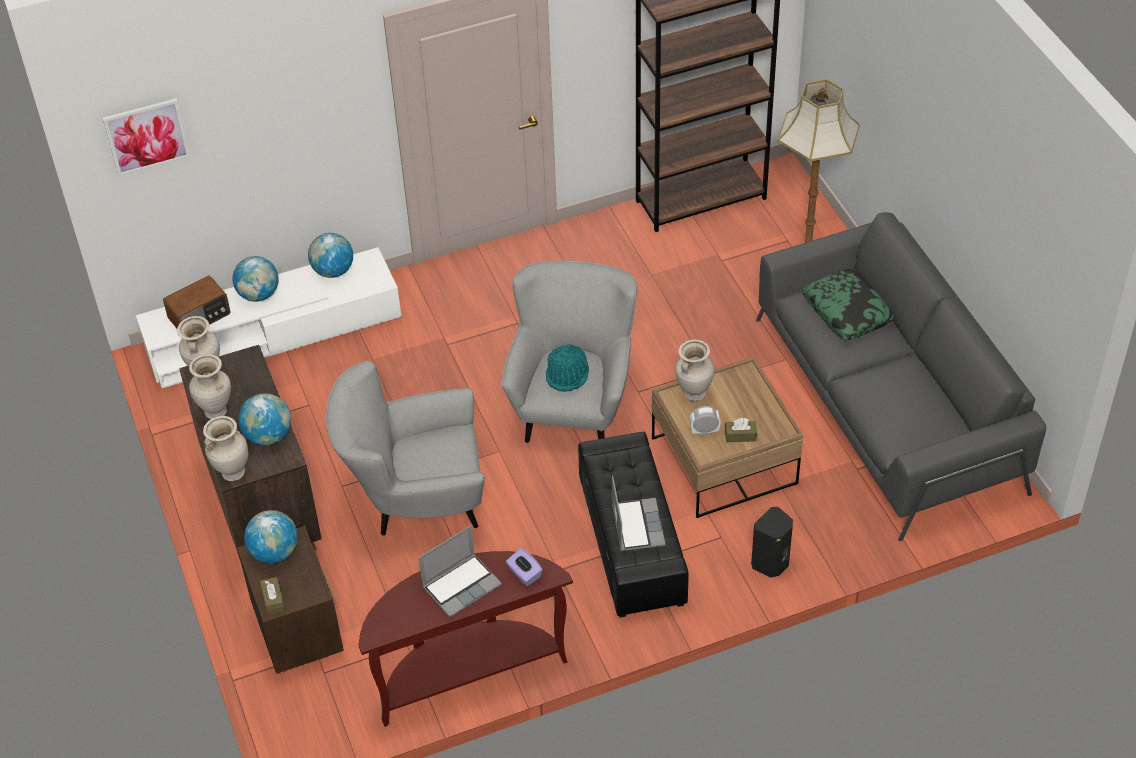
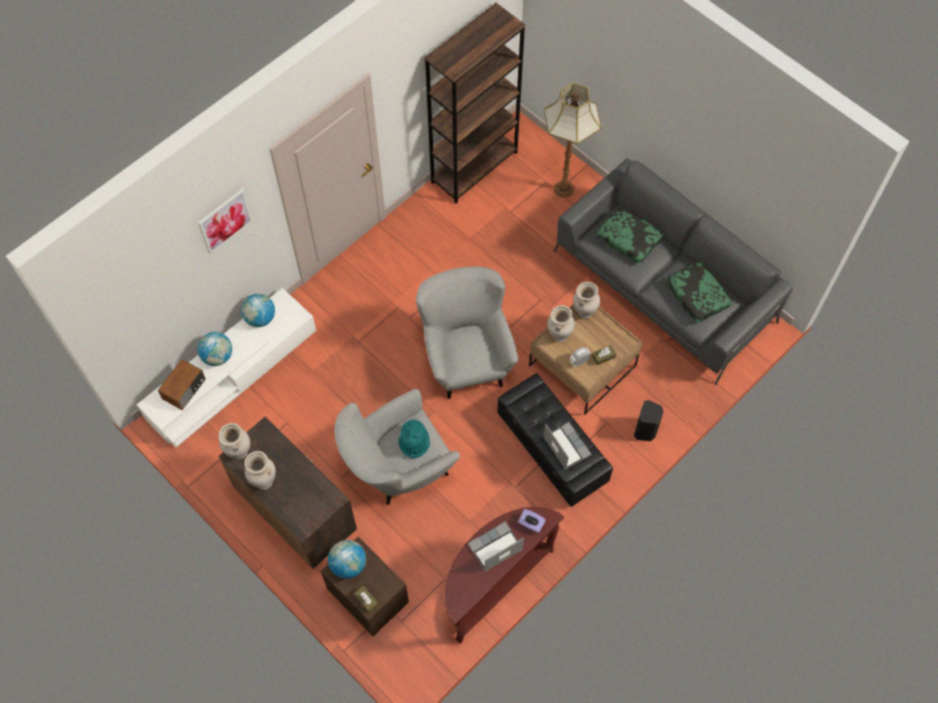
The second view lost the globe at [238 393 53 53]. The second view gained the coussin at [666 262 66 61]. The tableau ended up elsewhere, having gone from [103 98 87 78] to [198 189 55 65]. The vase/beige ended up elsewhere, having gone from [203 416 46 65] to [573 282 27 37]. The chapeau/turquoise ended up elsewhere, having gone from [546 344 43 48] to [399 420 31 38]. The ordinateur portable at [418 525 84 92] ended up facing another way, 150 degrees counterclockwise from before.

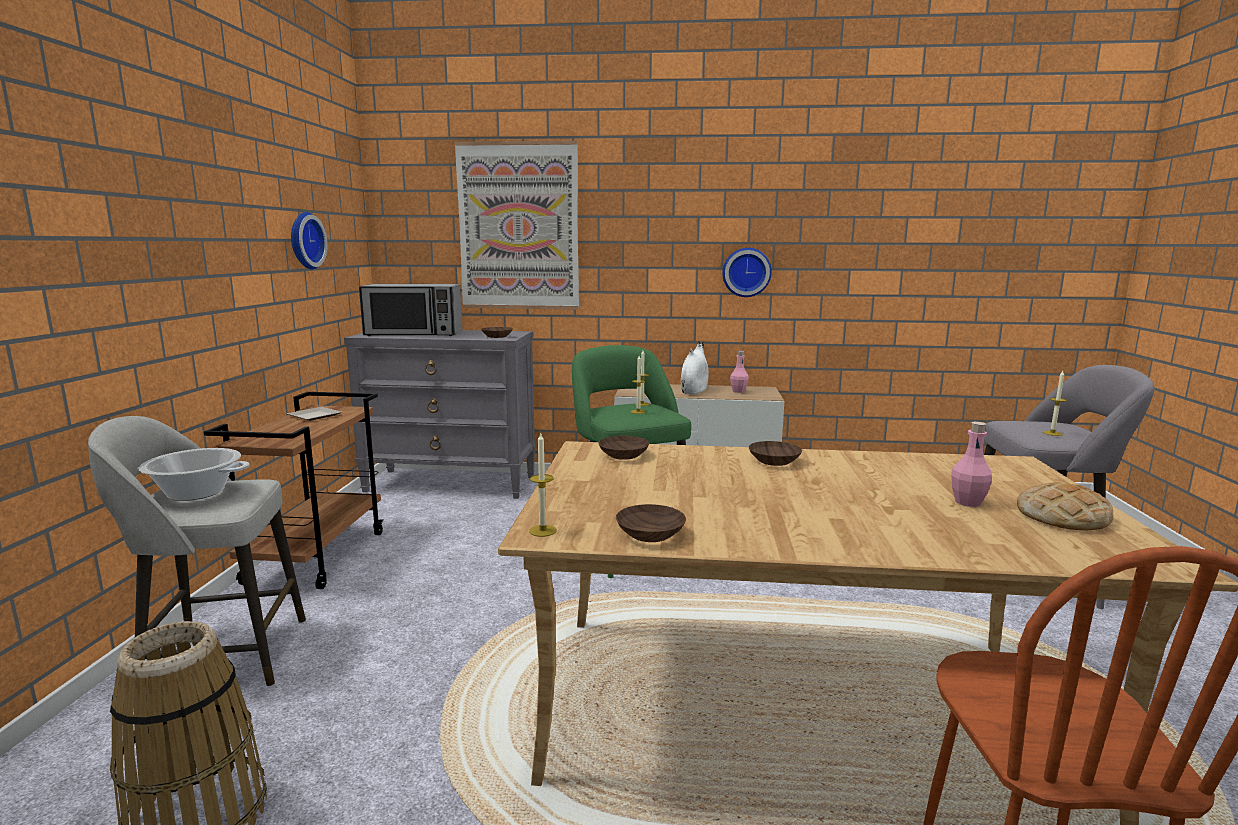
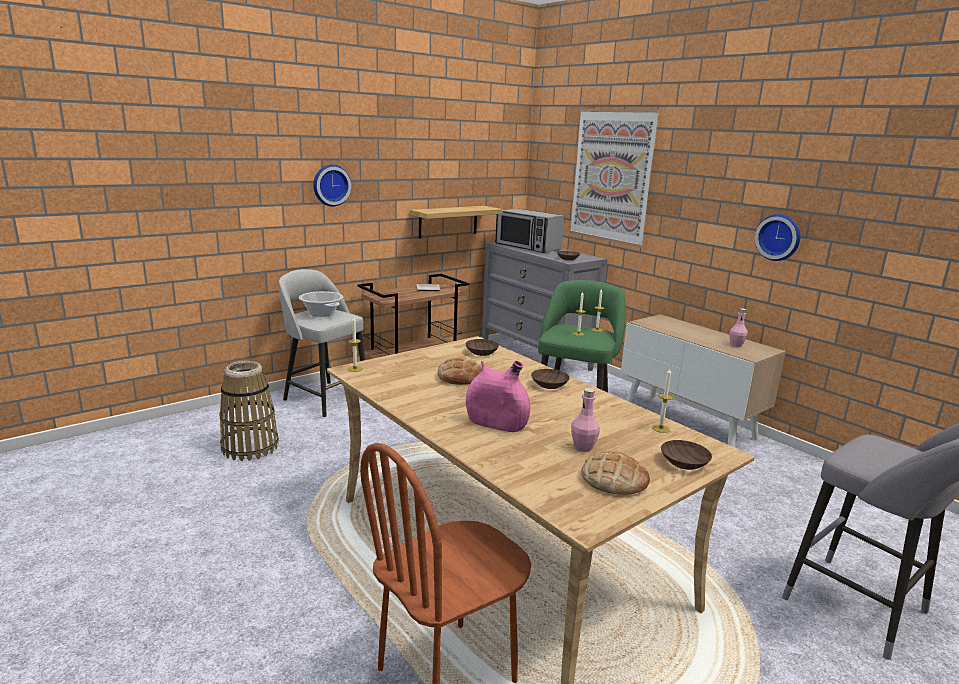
The second view lost the vase/blanc at [681 341 28 53]. The second view gained the étagère at [410 206 93 33]. The second view gained the pain at [437 357 45 28]. The second view gained the vase/rose at [466 361 64 71]. The horloge murale ended up elsewhere, having gone from [291 212 37 57] to [313 165 38 42]. The bol/marron ended up elsewhere, having gone from [616 504 70 38] to [661 440 51 30]. The bougie ended up elsewhere, having gone from [1043 371 24 65] to [652 369 22 64].

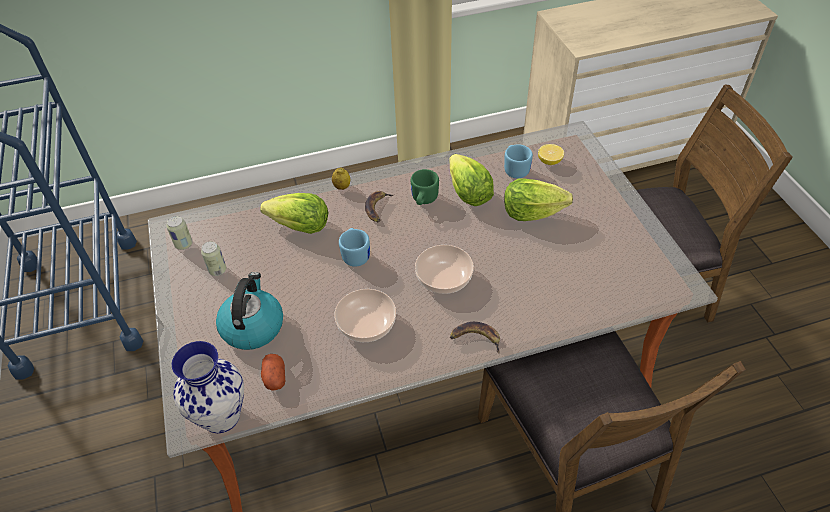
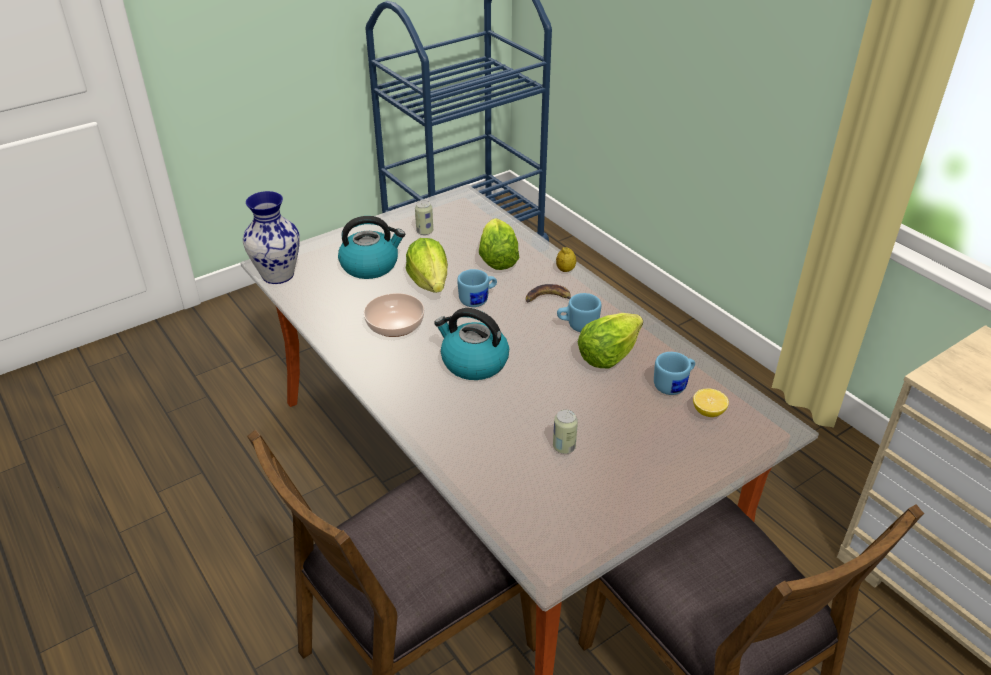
The second view lost the pomme de terre at [261 354 24 37]. The second view lost the banane at [450 322 50 32]. The boîte métallique ended up elsewhere, having gone from [166 216 27 34] to [553 410 25 44]. The laitue ended up elsewhere, having gone from [504 179 69 42] to [406 238 42 55]. Where the bol stood at [415 245 59 49], the bouilloire came to stand at [434 308 75 72]. What was the mug/vert at [411 169 28 36] turned into the mug/bleu at [557 293 44 39].

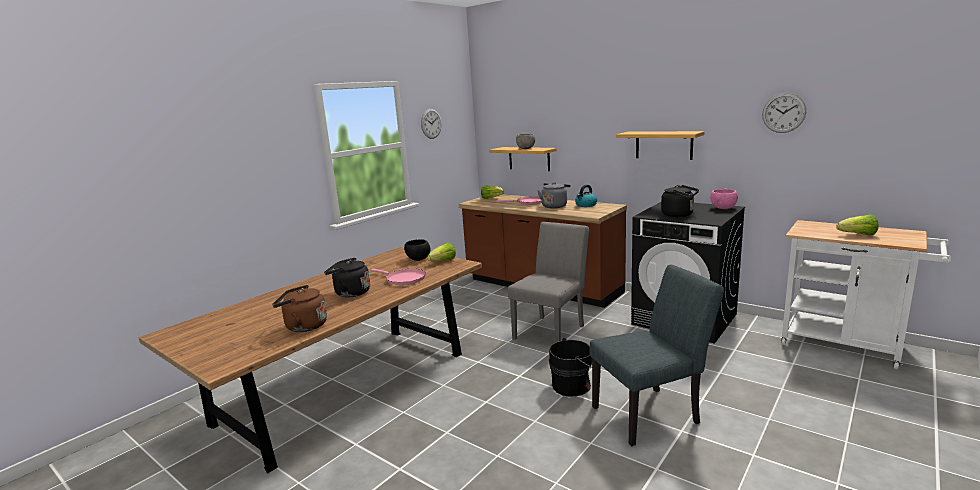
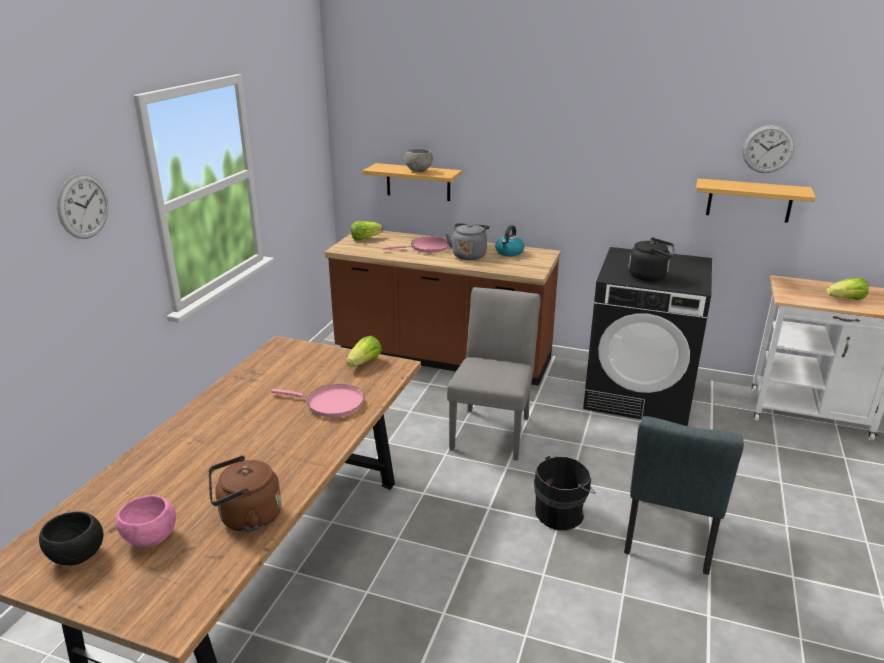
The second view lost the bouilloire/noir at [324 257 46 40]. The bol/noir ended up elsewhere, having gone from [404 239 26 22] to [39 511 64 54]. The horloge murale ended up elsewhere, having gone from [421 109 21 30] to [57 174 52 65]. The étagère ended up elsewhere, having gone from [616 131 89 29] to [696 178 120 45]. The bol/rose ended up elsewhere, having gone from [710 189 28 20] to [116 495 60 52]. The chaise/gris at [590 265 134 181] ended up facing another way, 150 degrees clockwise from before.

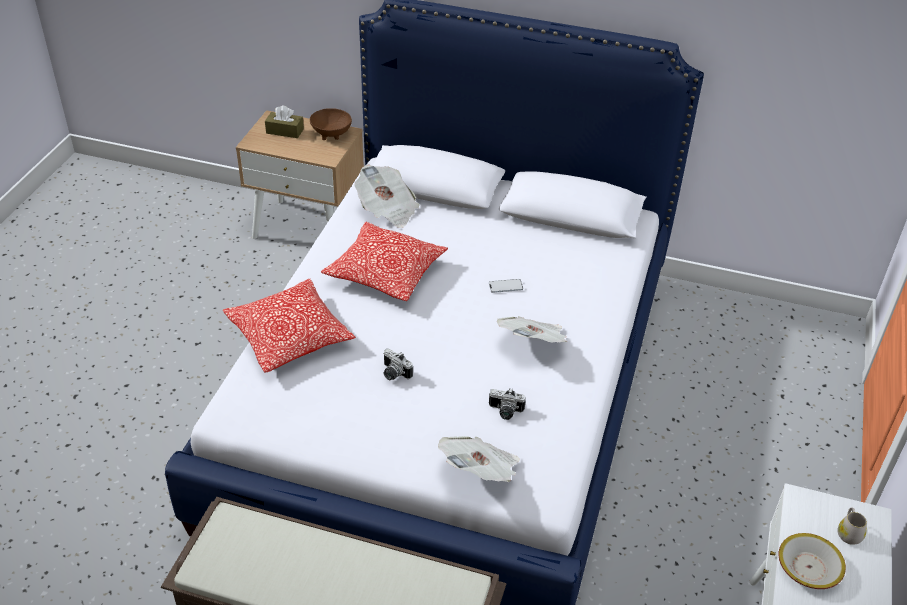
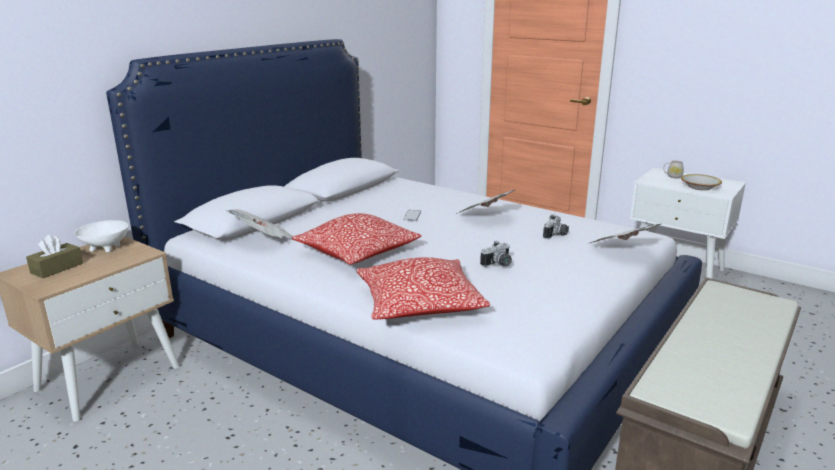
What was the bol/marron at [310 108 42 32] turned into the bol/blanc at [75 220 53 32].

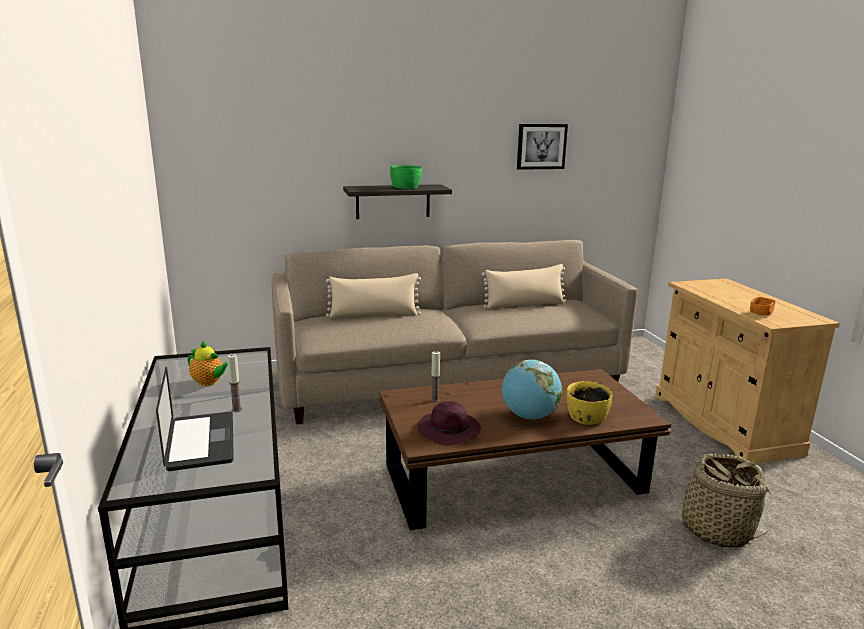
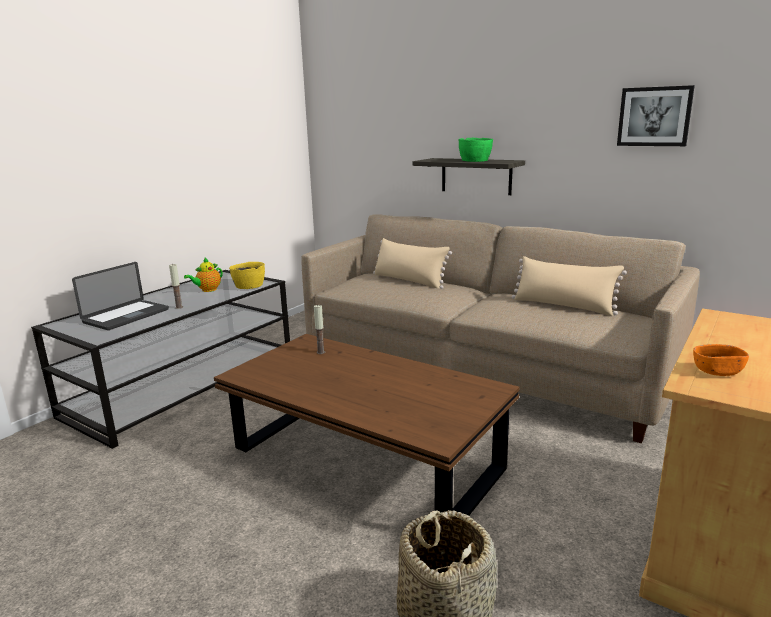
The second view lost the chapeau/violet at [417 401 64 44]. The second view lost the globe at [502 359 60 60]. The bol/jaune ended up elsewhere, having gone from [567 381 46 44] to [229 262 36 27]. The théière at [187 341 41 45] ended up facing another way, 60 degrees clockwise from before.

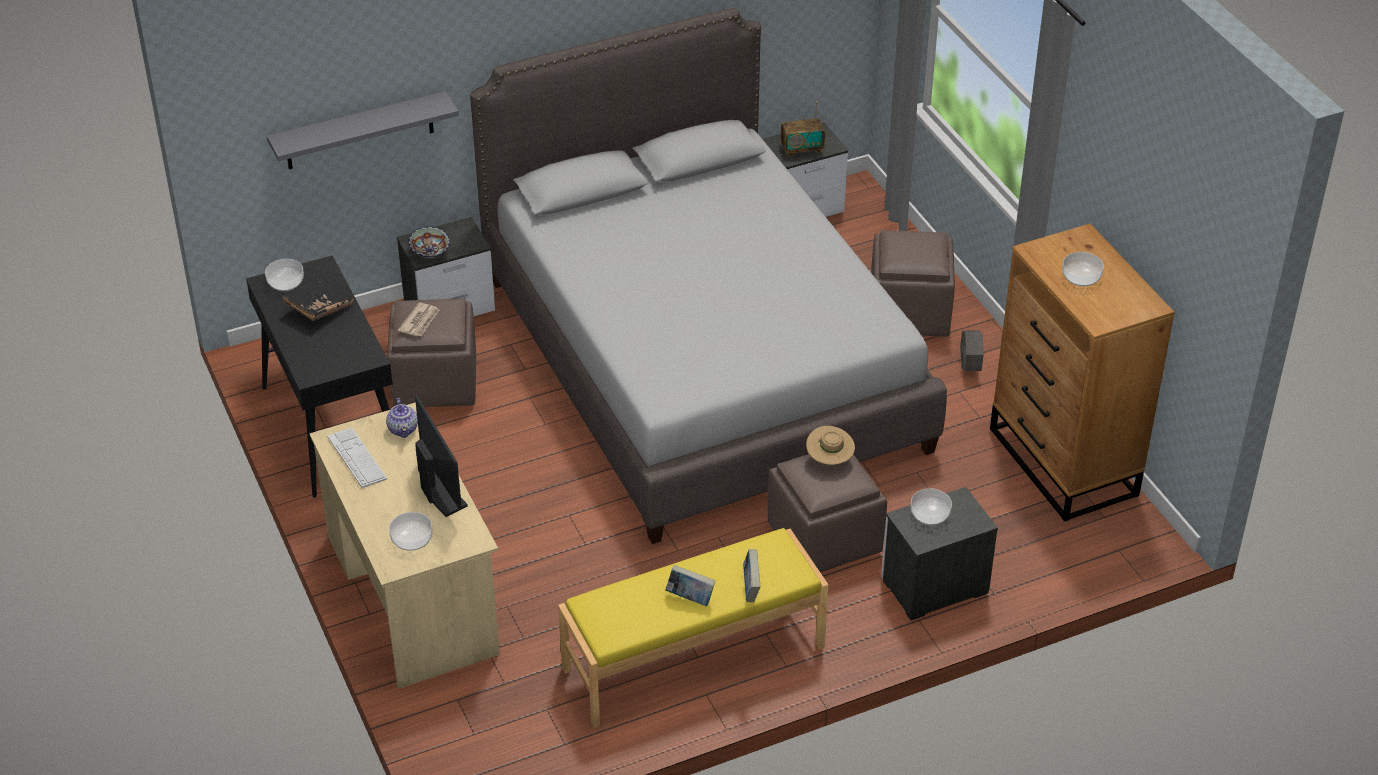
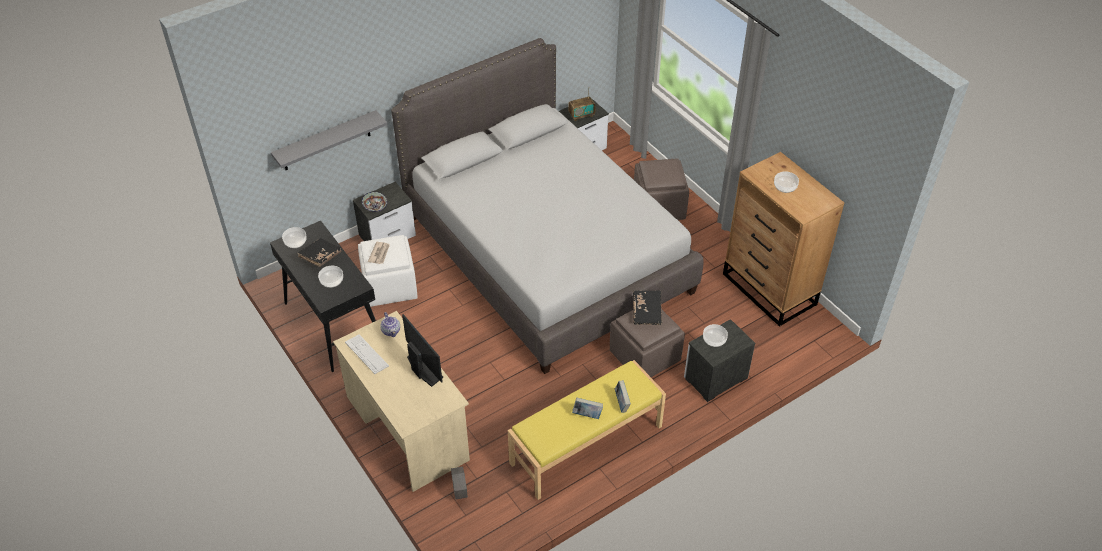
The bol ended up elsewhere, having gone from [389 512 43 39] to [318 266 25 22]. The cache-pot/gris ended up elsewhere, having gone from [960 330 24 41] to [451 467 17 32]. Where the chapeau/beige stood at [806 426 49 39], the livre/noir came to stand at [633 290 29 35]. What was the pouf/marron at [387 298 89 109] turned into the pouf/blanc at [358 235 60 72].

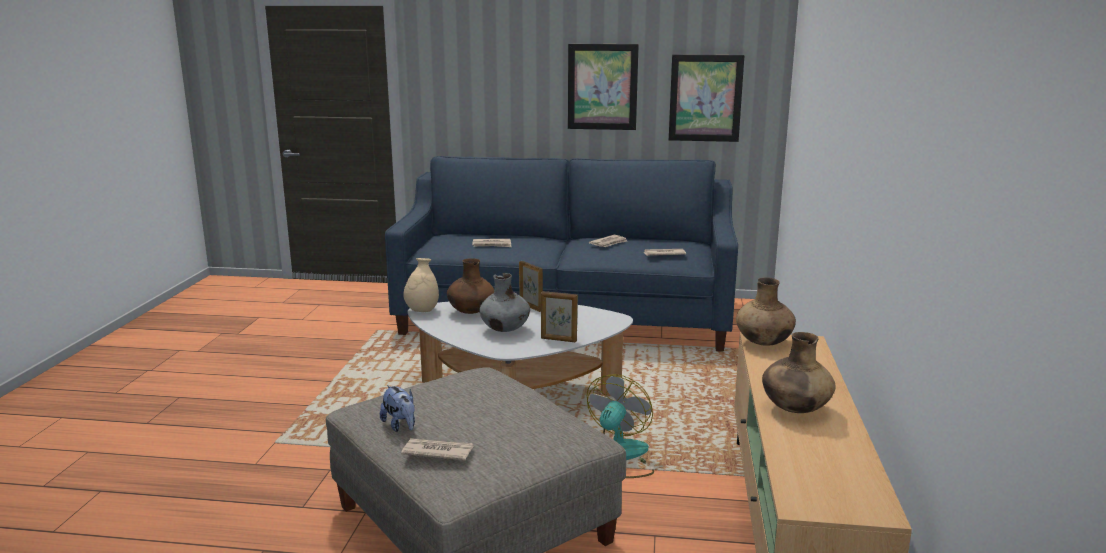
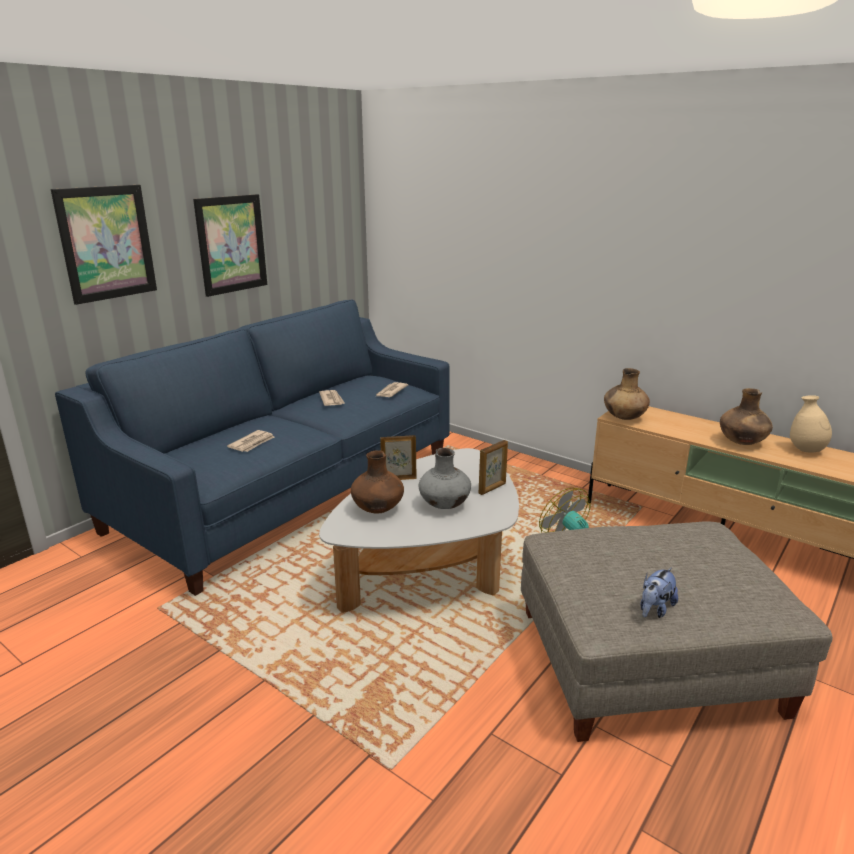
The second view lost the journal at [401 438 73 23]. The vase/beige ended up elsewhere, having gone from [403 258 36 54] to [790 395 42 58]. The tableau ended up elsewhere, having gone from [669 54 76 88] to [51 185 106 120]. The peluche at [380 385 35 47] ended up facing another way, 135 degrees clockwise from before.

